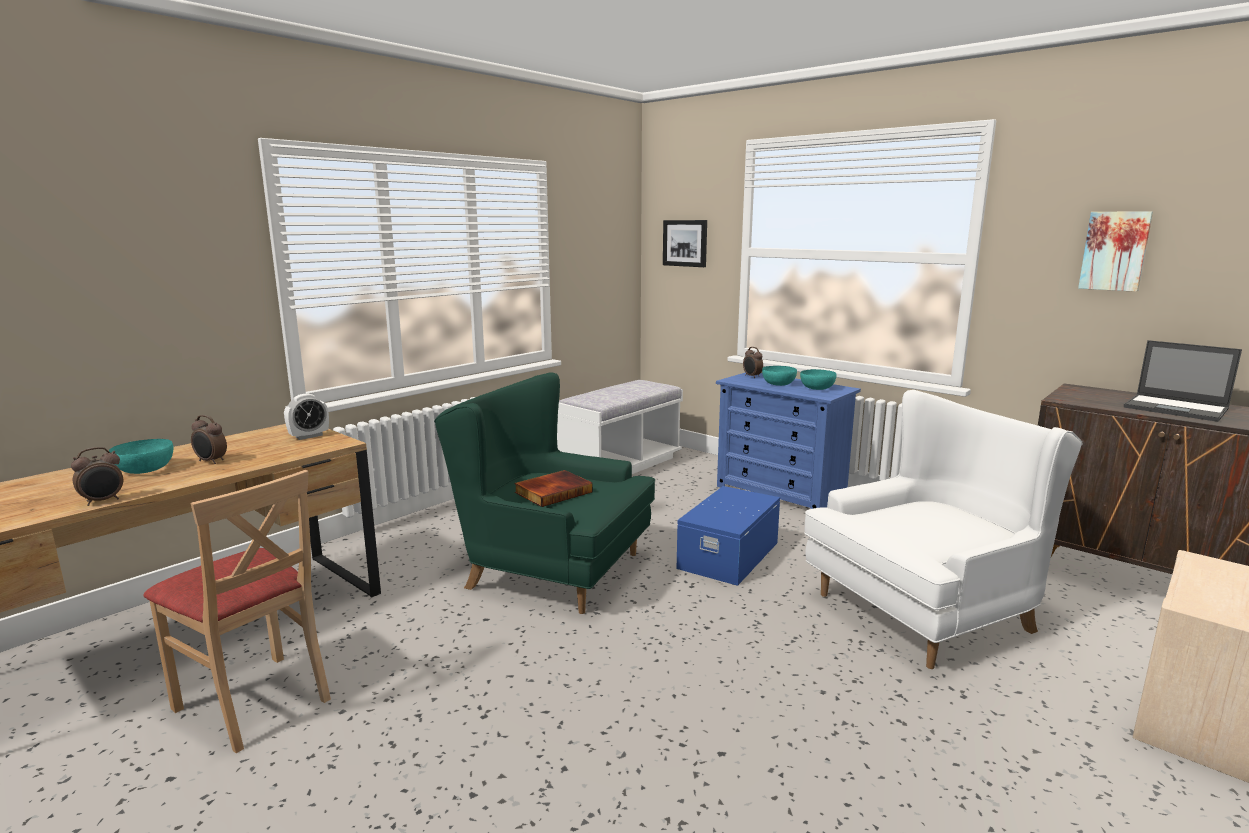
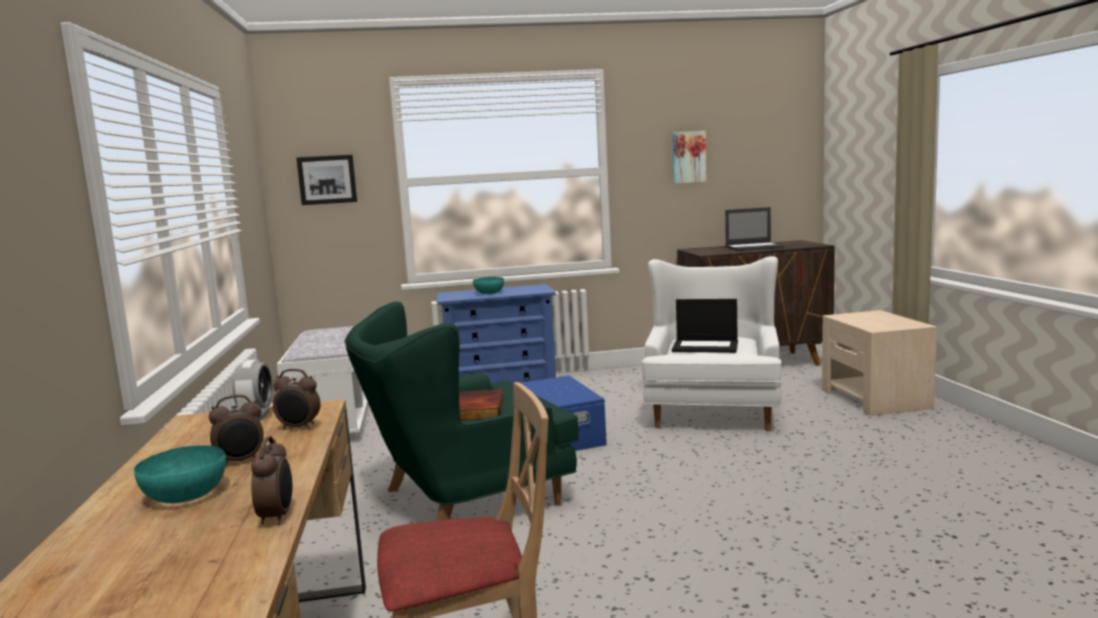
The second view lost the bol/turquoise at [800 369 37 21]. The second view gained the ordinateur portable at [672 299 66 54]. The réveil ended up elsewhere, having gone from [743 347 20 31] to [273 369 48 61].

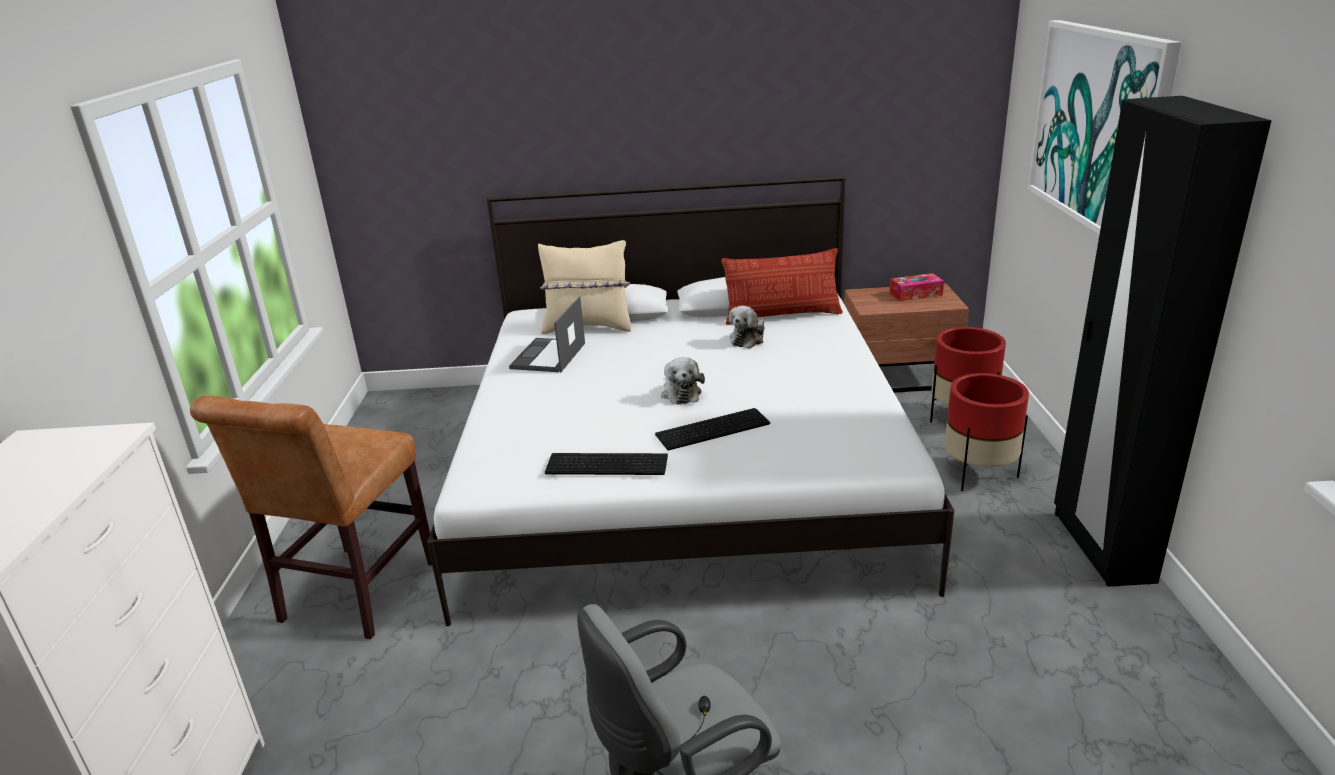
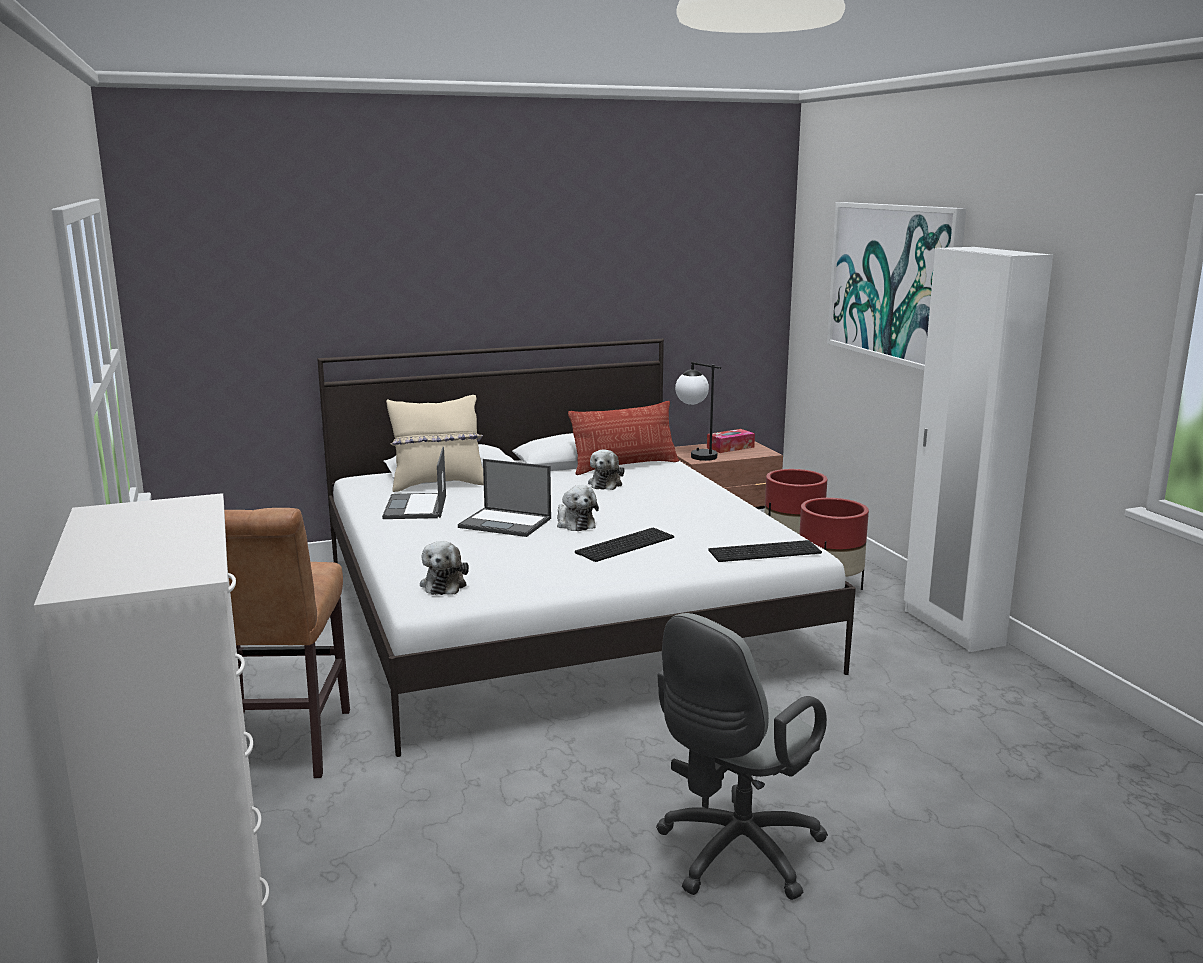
The second view gained the peluche at [420 541 49 54]. The second view gained the ordinateur portable at [458 459 93 78]. The second view gained the lampe de table at [675 362 46 99]. The clavier ended up elsewhere, having gone from [545 453 123 22] to [708 540 114 22]. What was the armoire/noir at [1054 96 218 491] turned into the armoire/blanc at [904 247 149 405].

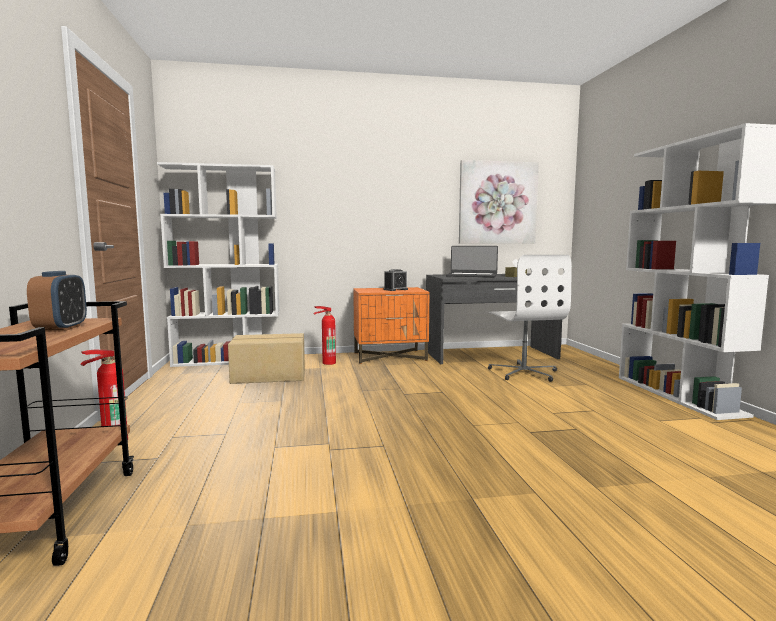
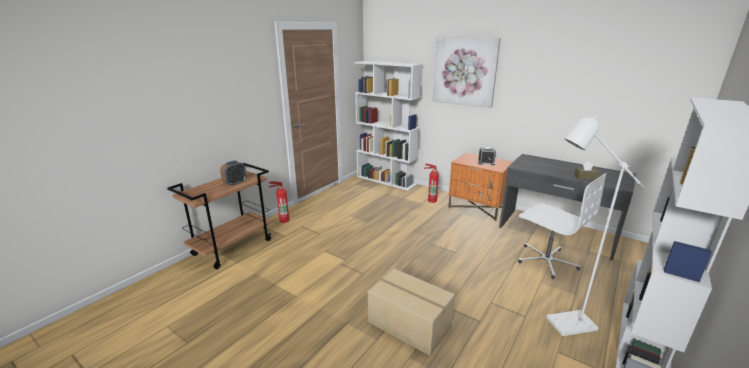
The second view lost the ordinateur portable at [446 246 52 31]. The second view gained the lampadaire/blanc at [546 116 100 220]. The carton ended up elsewhere, having gone from [228 333 77 51] to [368 268 87 88]. The tableau ended up elsewhere, having gone from [459 160 80 84] to [432 37 69 71]. The chaise de bureau/blanc at [488 255 84 127] ended up facing another way, 75 degrees counterclockwise from before.

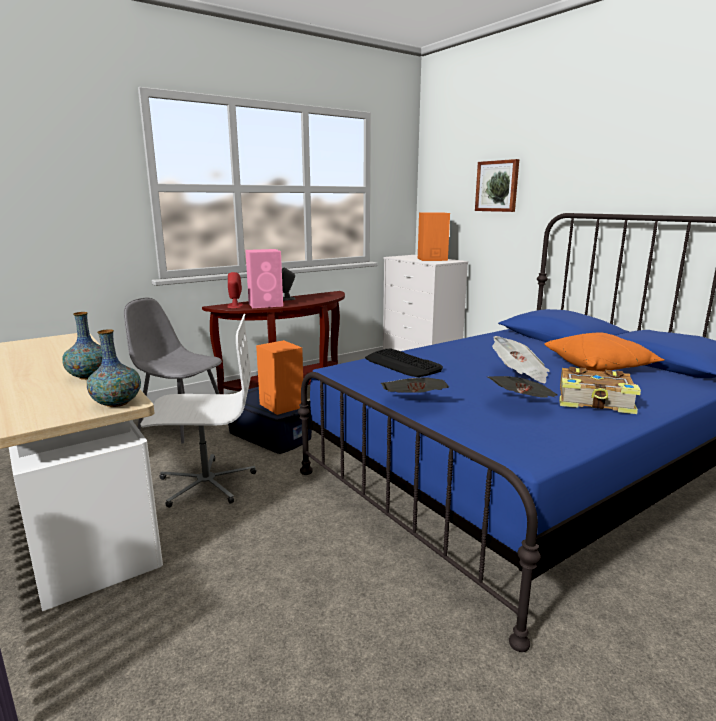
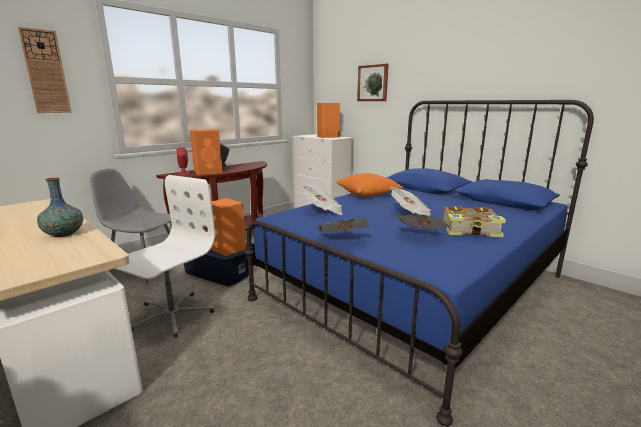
The second view lost the vase at [87 329 54 78]. The second view gained the horloge murale at [18 27 54 86]. The coussin/orange ended up elsewhere, having gone from [544 332 121 40] to [336 173 68 24]. Where the clavier stood at [365 348 78 29], the journal came to stand at [302 186 40 29]. What was the enceinte/rose at [245 249 38 59] turned into the enceinte/orange at [190 129 32 46]. The chaise de bureau/blanc at [140 314 116 194] ended up facing another way, 45 degrees counterclockwise from before.

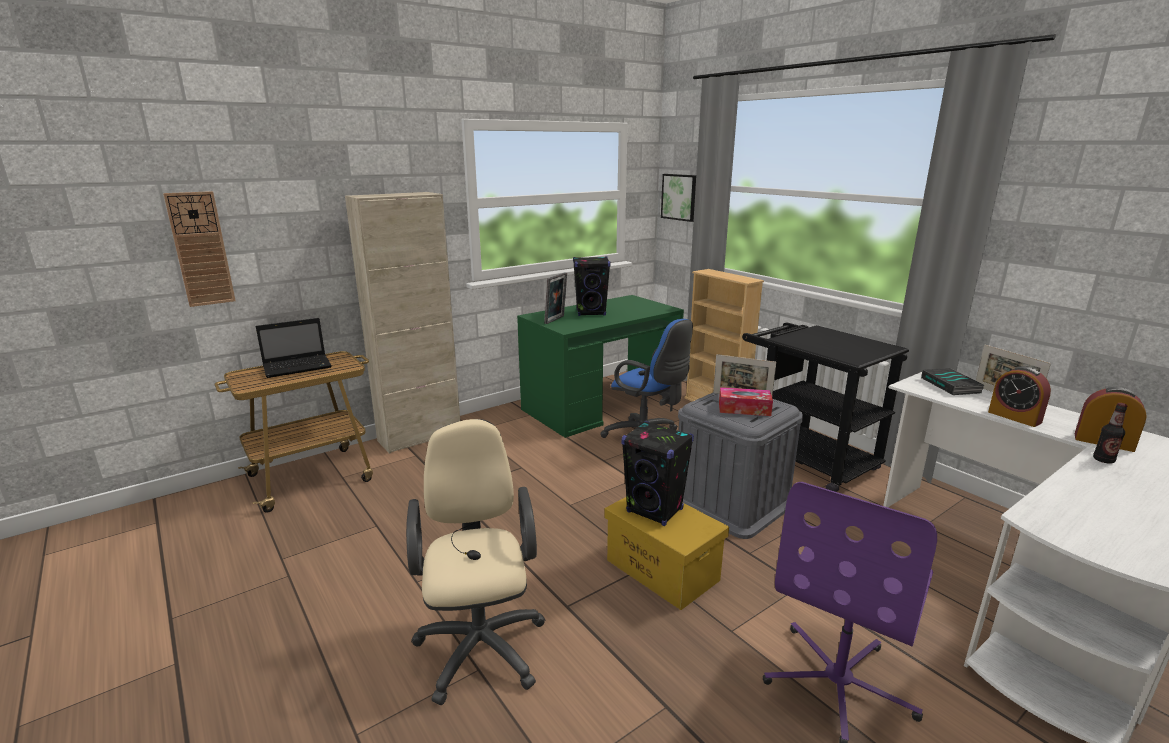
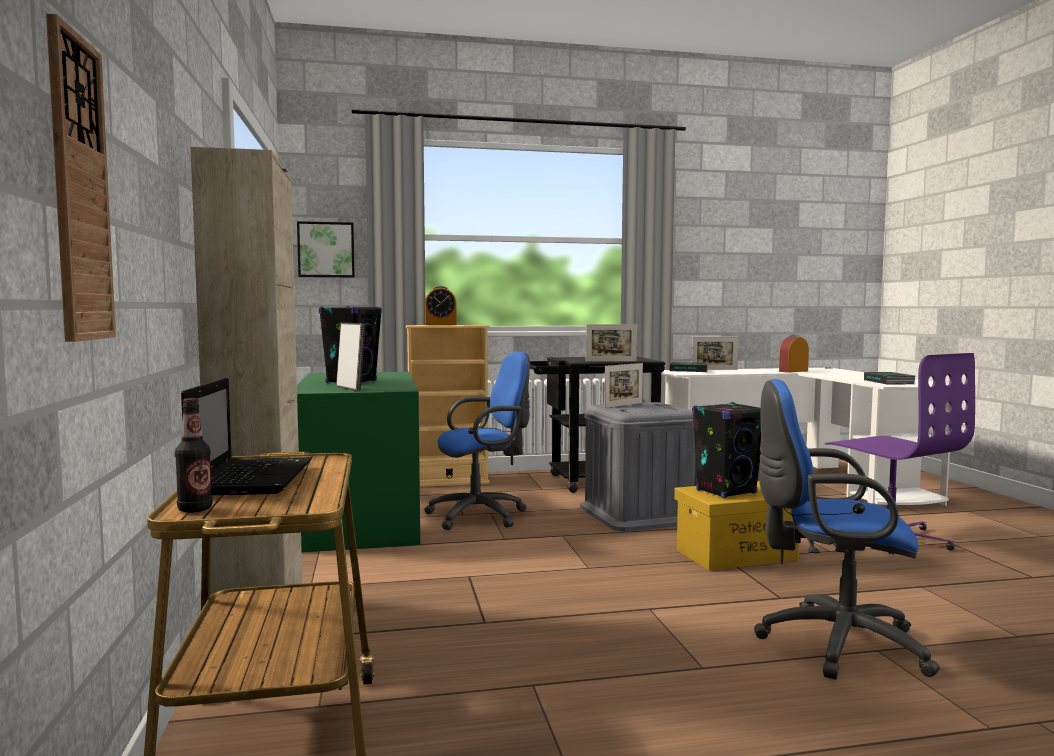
The second view lost the boîte à mouchoirs at [719 387 54 29]. The second view gained the cadre photo at [586 324 51 38]. The second view gained the livre at [864 372 51 13]. The réveil ended up elsewhere, having gone from [988 366 63 61] to [425 286 32 39]. The bouteille ended up elsewhere, having gone from [1093 403 35 61] to [175 398 38 115]. What was the chaise de bureau/beige at [406 419 140 286] turned into the chaise de bureau/bleu at [754 379 186 301].

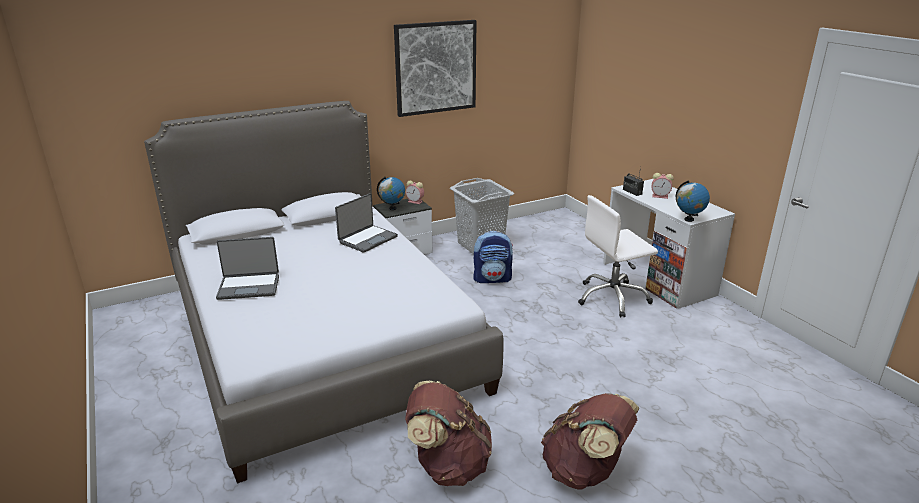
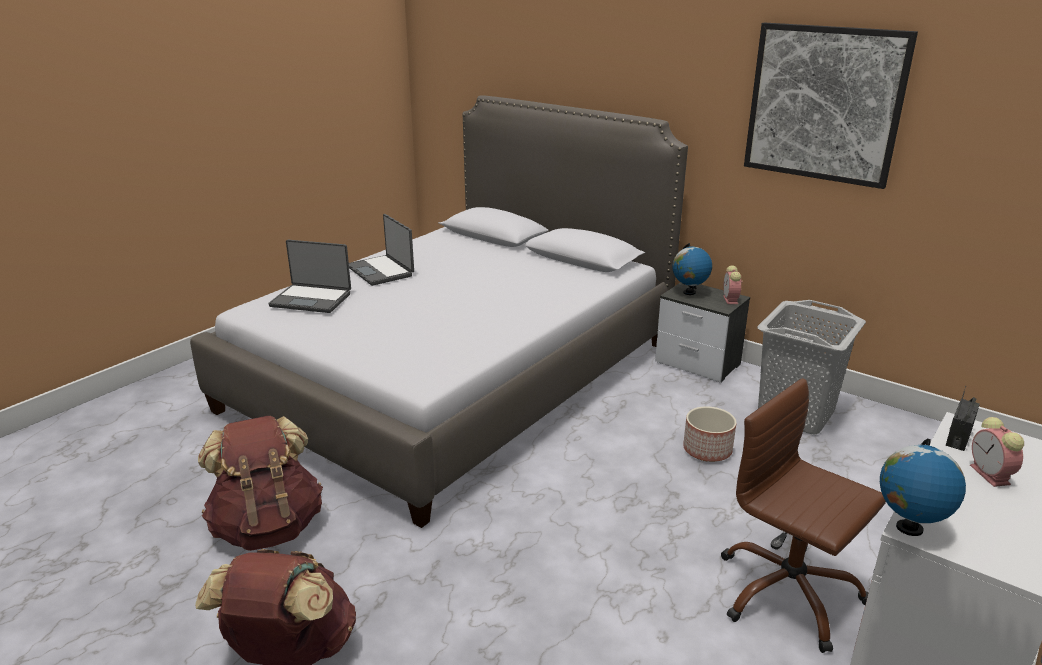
The ordinateur portable ended up elsewhere, having gone from [335 193 63 60] to [268 240 83 73]. Where the sac à dos stood at [474 231 39 52], the cache-pot came to stand at [683 406 53 56]. What was the chaise de bureau/blanc at [578 195 80 122] turned into the chaise de bureau/marron at [721 378 165 275].

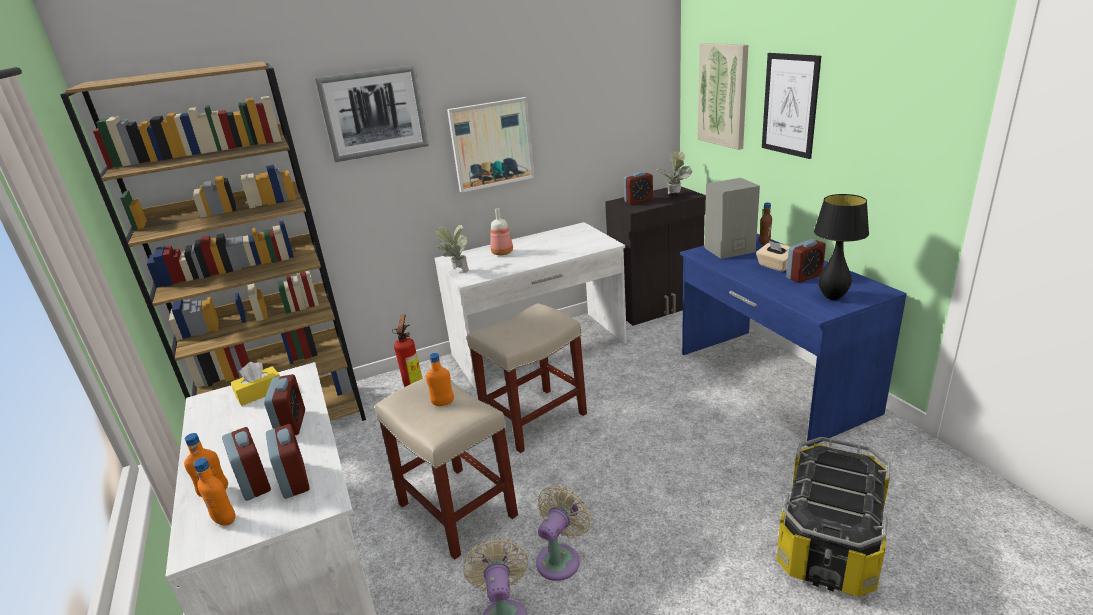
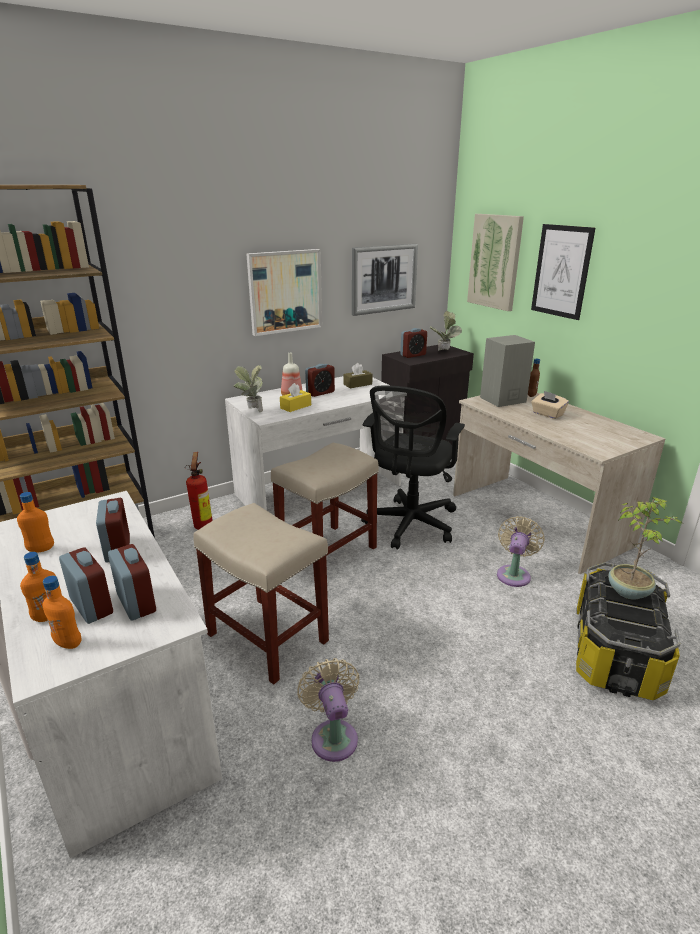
The second view lost the lampe de table/noir at [814 194 55 106]. The second view gained the boîte à mouchoirs/marron at [344 363 28 25]. The second view gained the chaise de bureau/noir at [361 385 104 165]. The second view gained the plante en pot at [608 497 74 103]. The boîte à mouchoirs/jaune ended up elsewhere, having gone from [231 362 49 44] to [280 383 31 29]. The tableau ended up elsewhere, having gone from [315 65 114 97] to [352 244 66 72]. The bouteille/orange ended up elsewhere, having gone from [426 353 28 53] to [17 492 37 61]. The ventilateur/beige ended up elsewhere, having gone from [536 485 55 96] to [497 516 48 71]. The réveil ended up elsewhere, having gone from [786 239 40 44] to [305 364 30 33]. What was the bureau/bleu at [680 234 227 213] turned into the bureau/beige at [453 393 212 181].

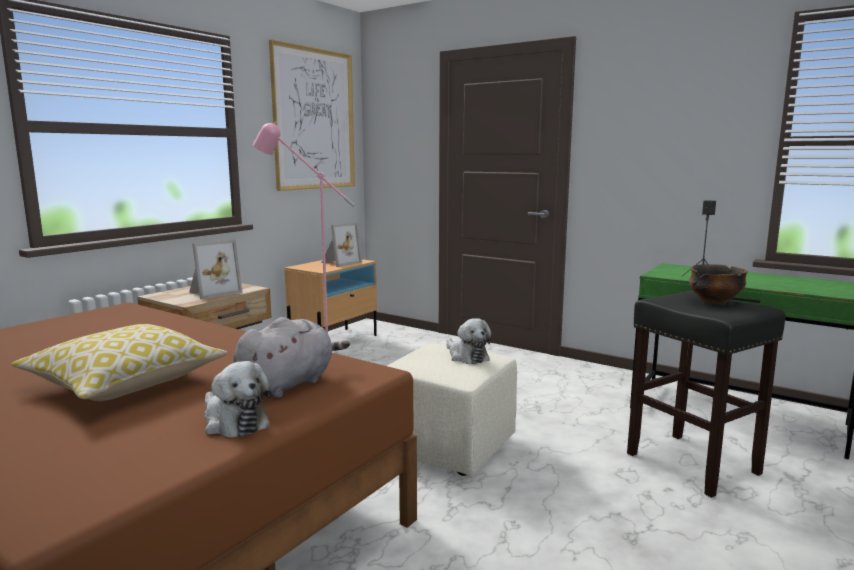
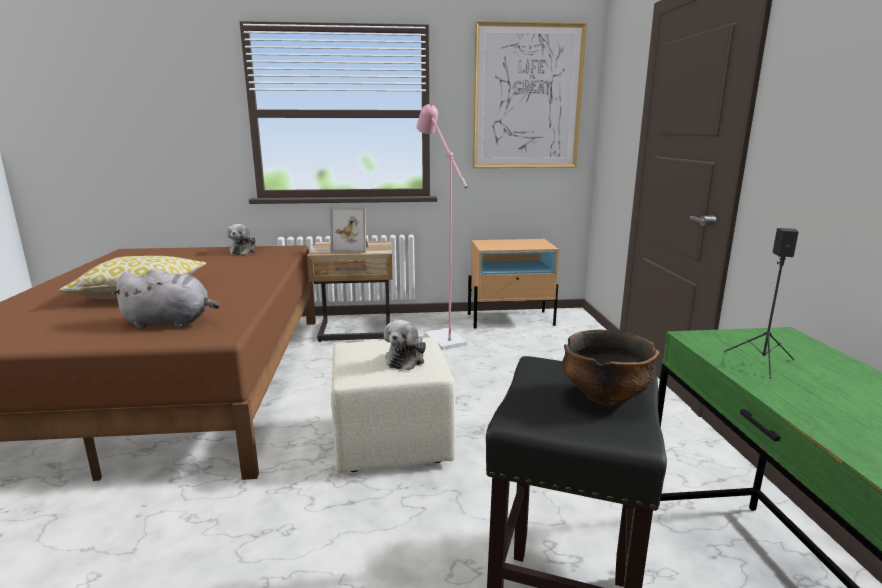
The second view lost the cadre photo at [321 222 41 45]. The peluche ended up elsewhere, having gone from [204 361 68 77] to [227 224 29 31].

